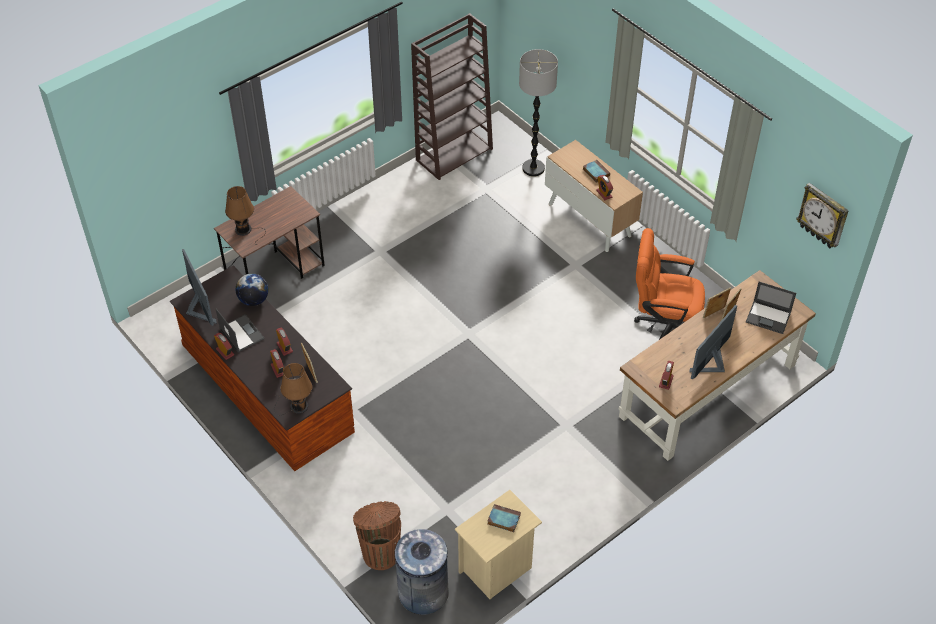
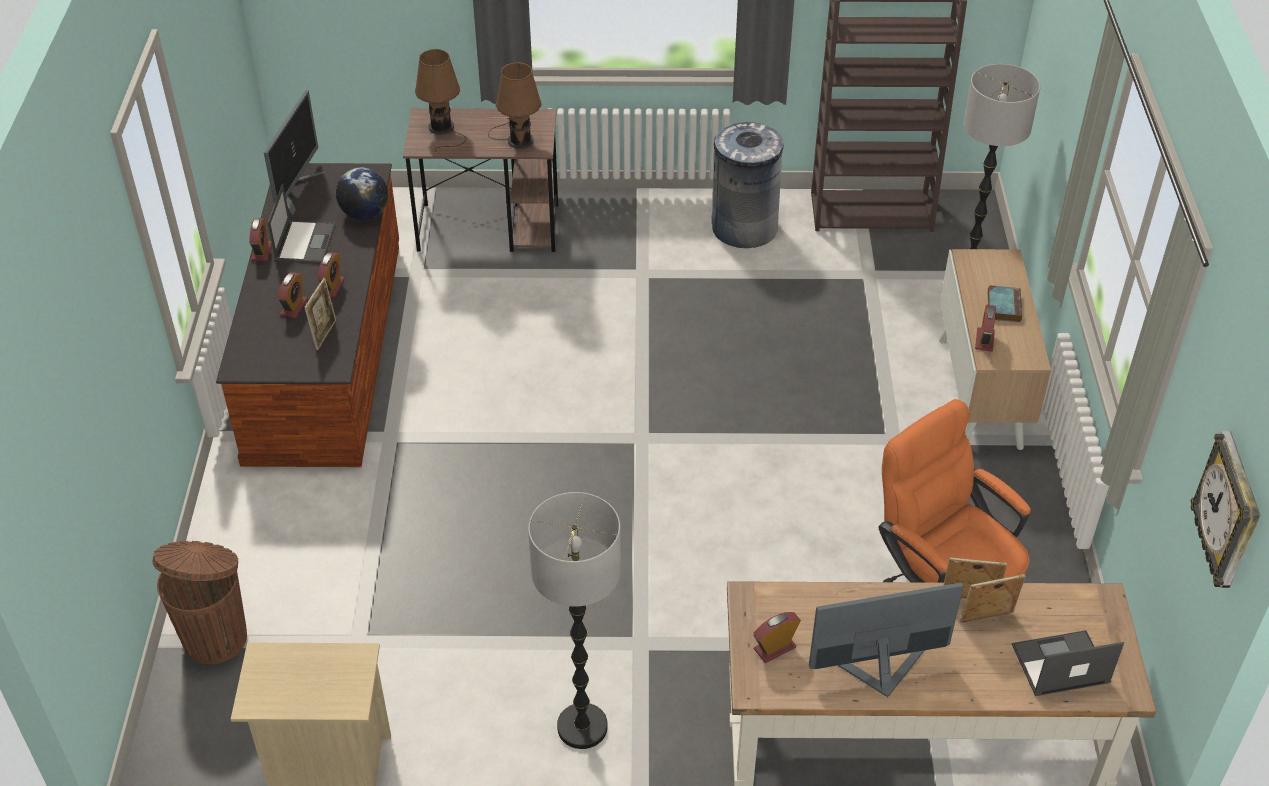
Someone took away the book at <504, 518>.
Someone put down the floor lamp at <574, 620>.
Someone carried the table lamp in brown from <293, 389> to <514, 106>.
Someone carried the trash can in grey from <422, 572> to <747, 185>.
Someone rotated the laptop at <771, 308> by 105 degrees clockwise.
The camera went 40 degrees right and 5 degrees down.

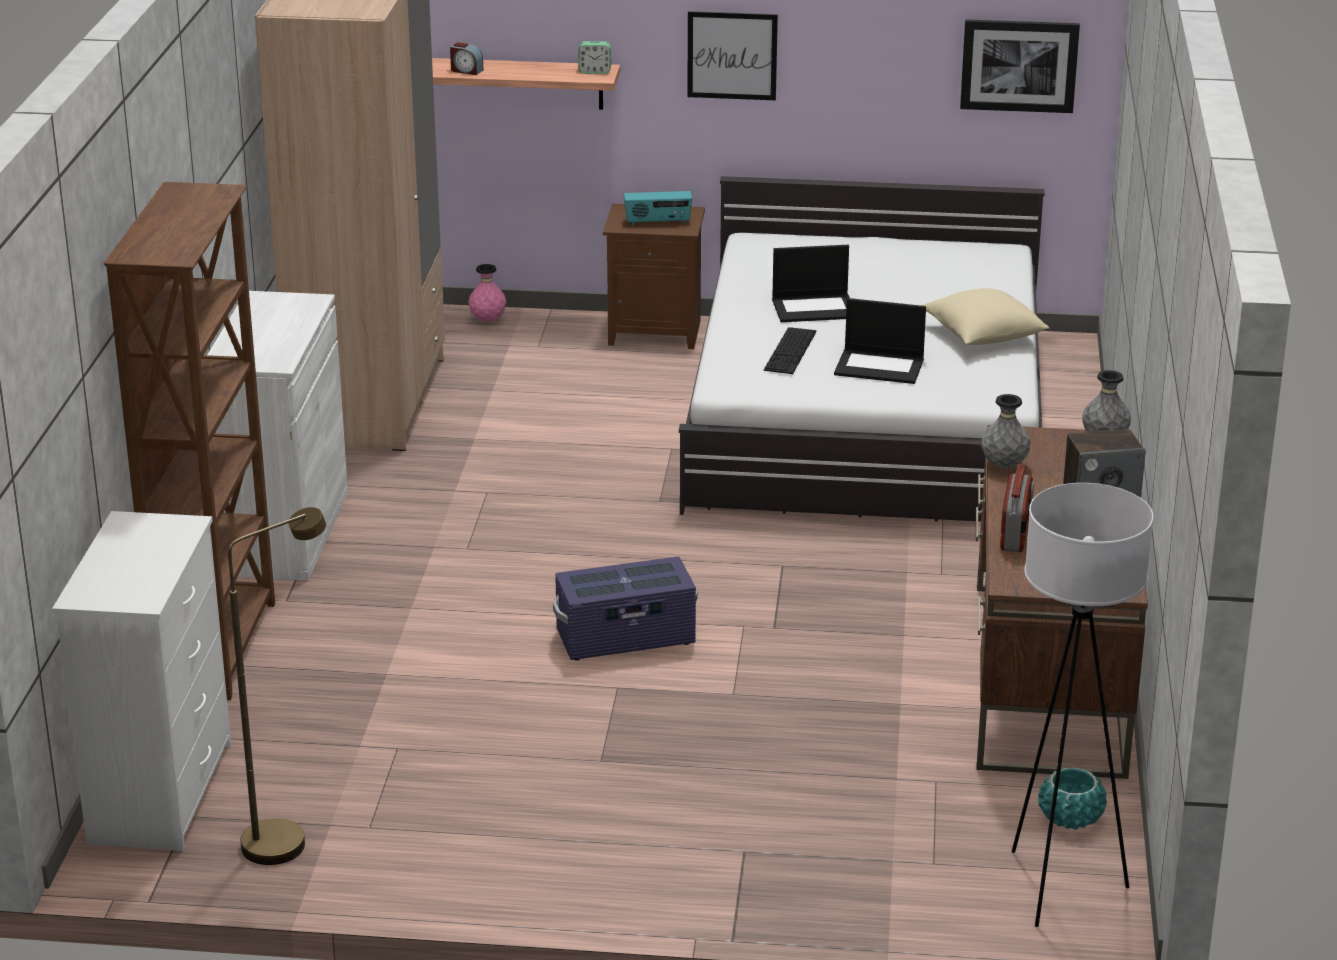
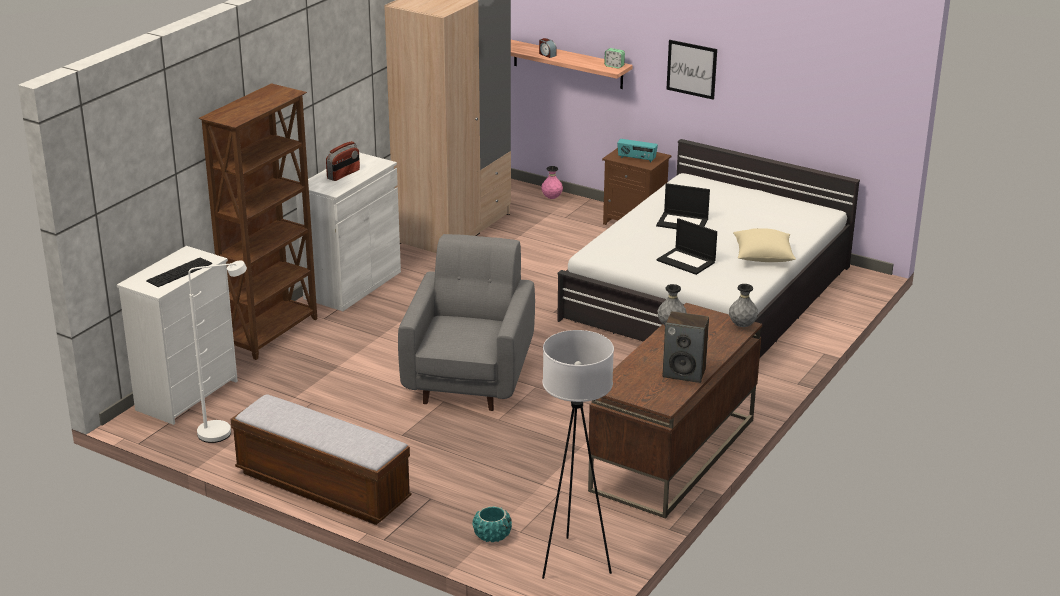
Someone took away the picture at <1020, 66>.
Someone put down the bench at <321, 459>.
Someone carried the keyboard from <790, 350> to <179, 272>.
Someone carried the radio from <1017, 508> to <343, 161>.
Someone carried the planter in turquoise from <1072, 798> to <492, 524>.
Someone swapped the storage box in purple at <625, 608> for the armchair in grey at <466, 322>.
Someone repainted the floor lamp in brown at <277, 686>, which became the floor lamp in white at <217, 351>.
The camera went 25 degrees right and 0 degrees up.

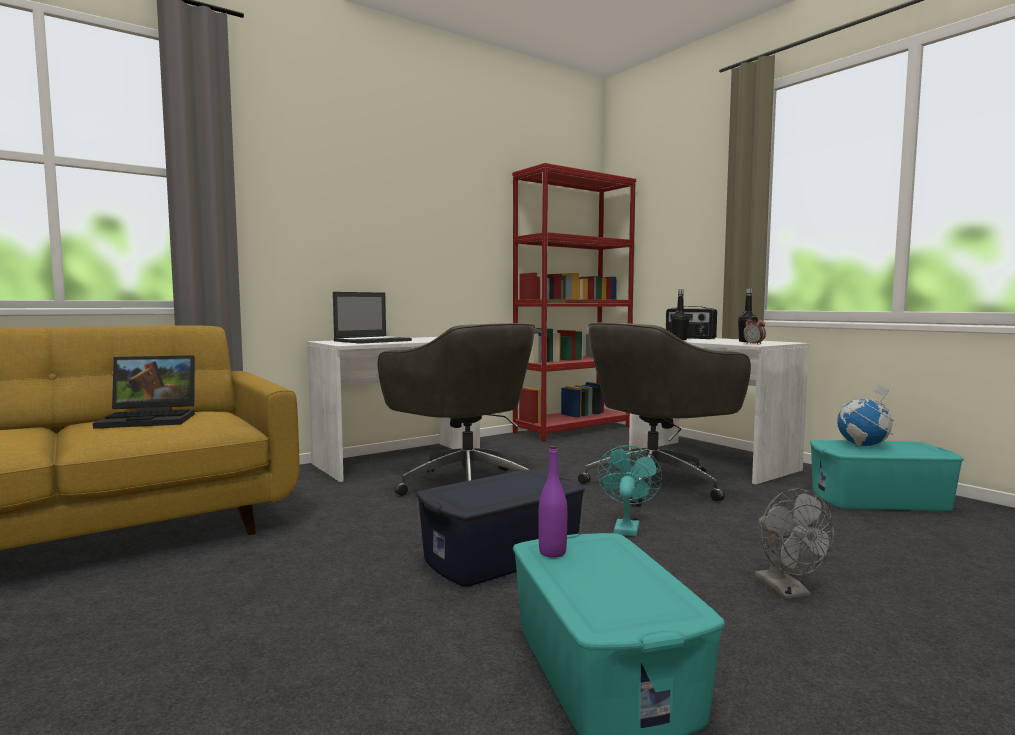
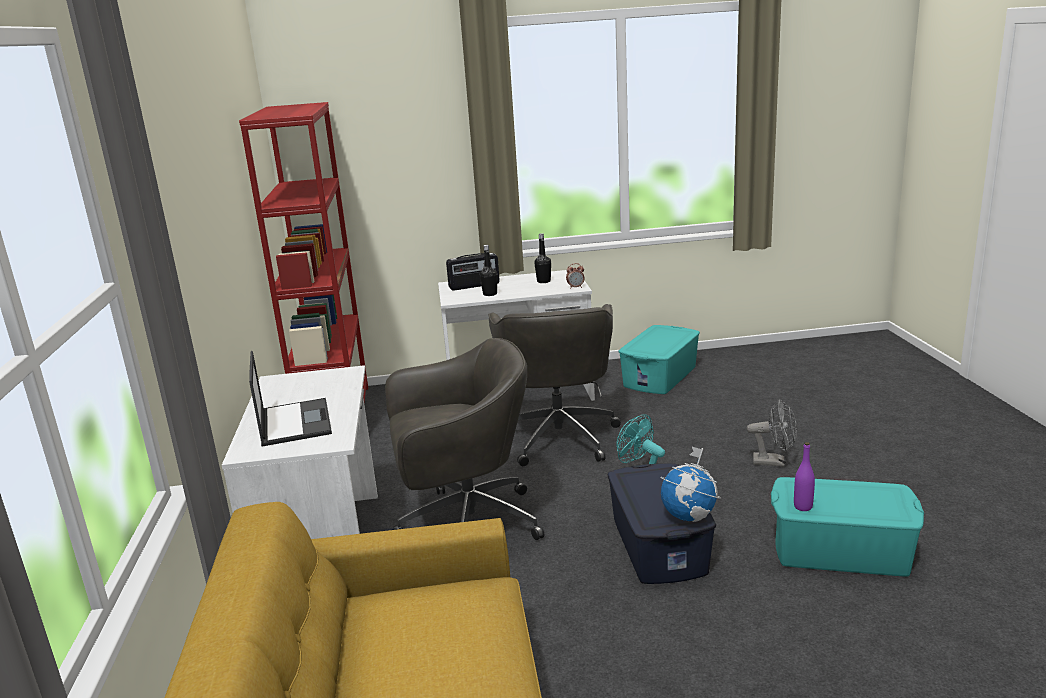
Someone took away the laptop at <144, 392>.
Someone carried the globe from <865, 415> to <690, 484>.
The camera went 60 degrees left and 15 degrees up.

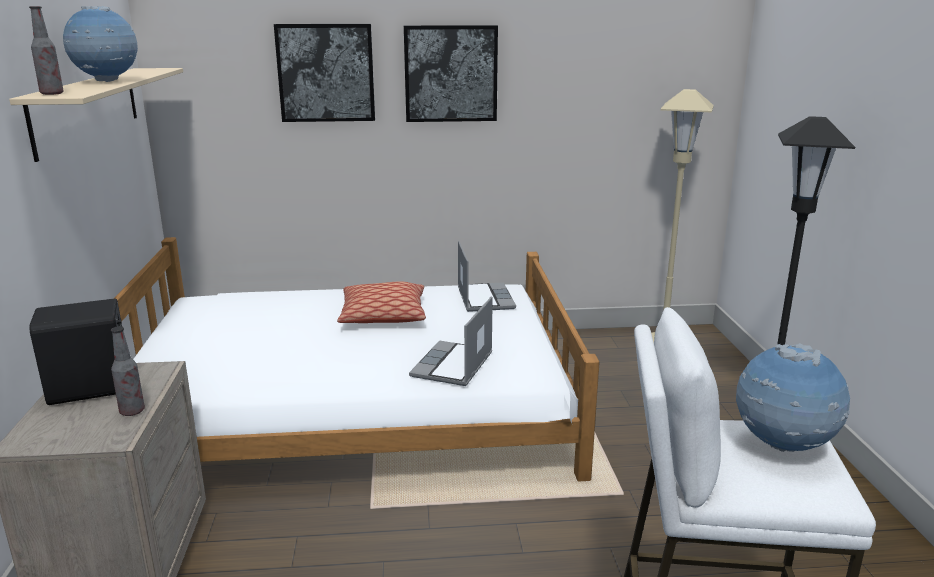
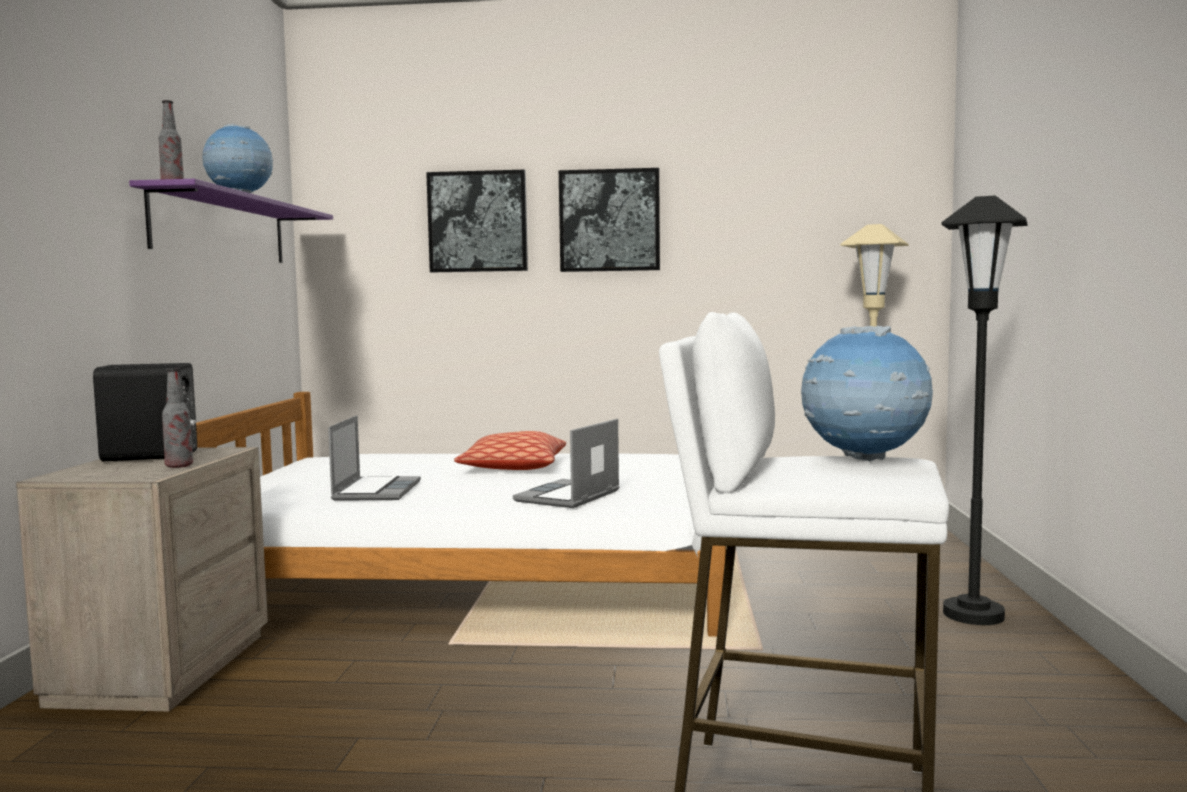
Someone carried the laptop from <487, 276> to <374, 458>.
Someone repainted the shelf in beige at <96, 115>, which became the shelf in purple at <231, 221>.
The camera went 10 degrees right and 15 degrees down.

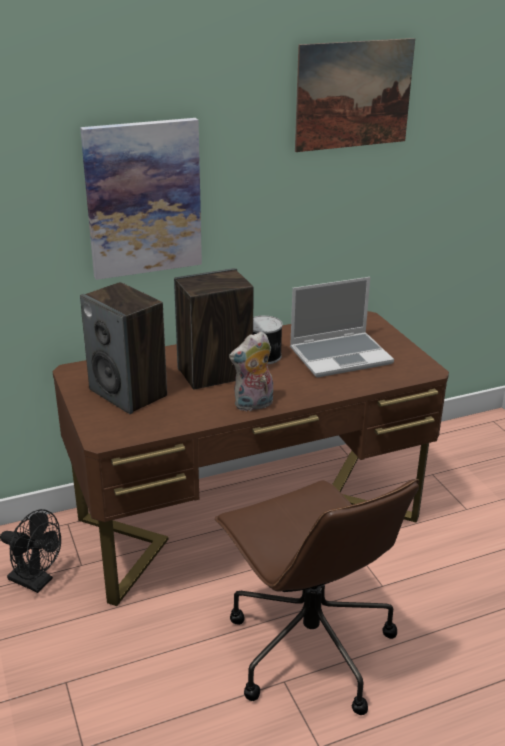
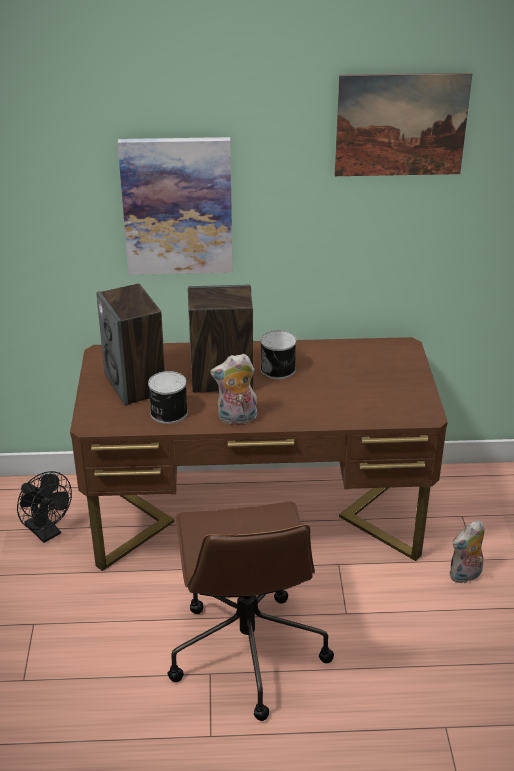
Someone took away the laptop at <342, 327>.
Someone put down the can at <168, 397>.
Someone put down the plush toy at <466, 551>.
The camera went 20 degrees right and 5 degrees up.

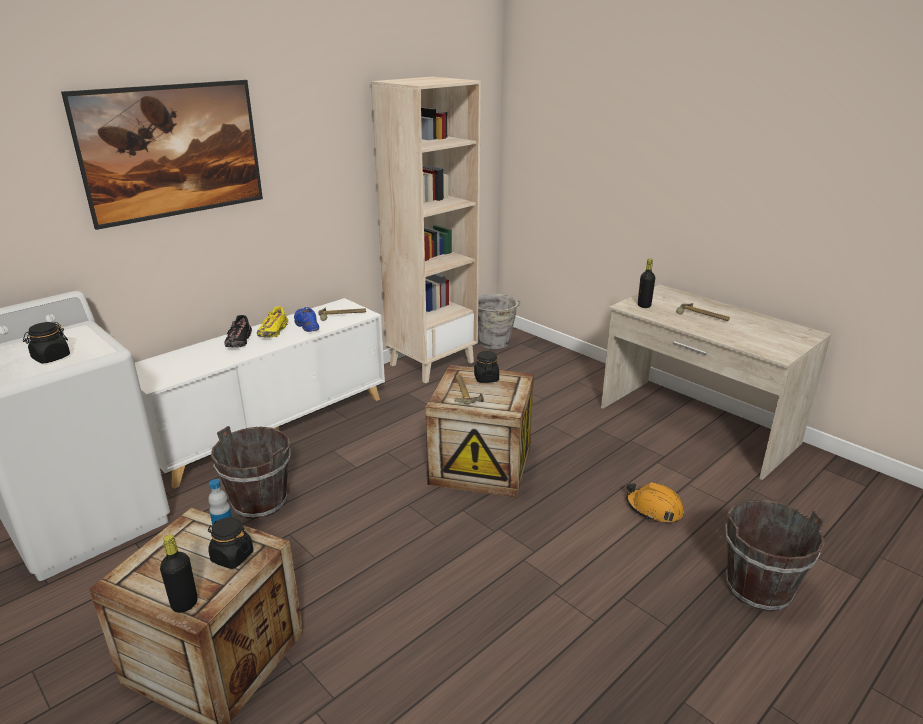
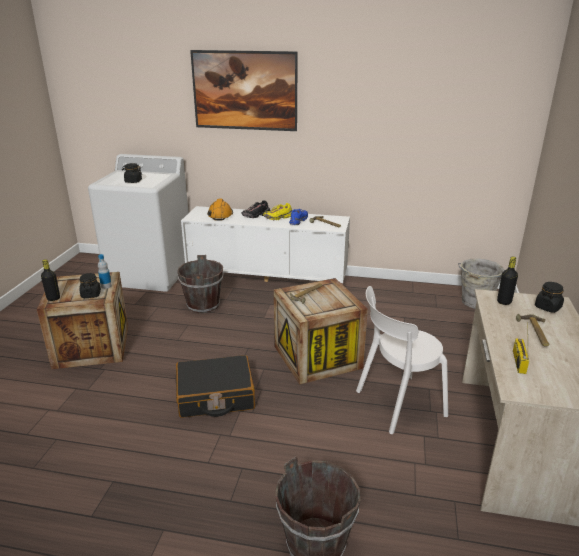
Someone took away the bookcase in beige at <426, 230>.
Someone put down the suitcase in black at <215, 386>.
Someone put down the chair in white at <402, 360>.
Someone put down the radio at <521, 348>.
Someone carried the jar in black from <486, 367> to <549, 297>.
Someone carried the hard hat in orange from <655, 502> to <220, 210>.
The camera went 55 degrees right and 0 degrees up.

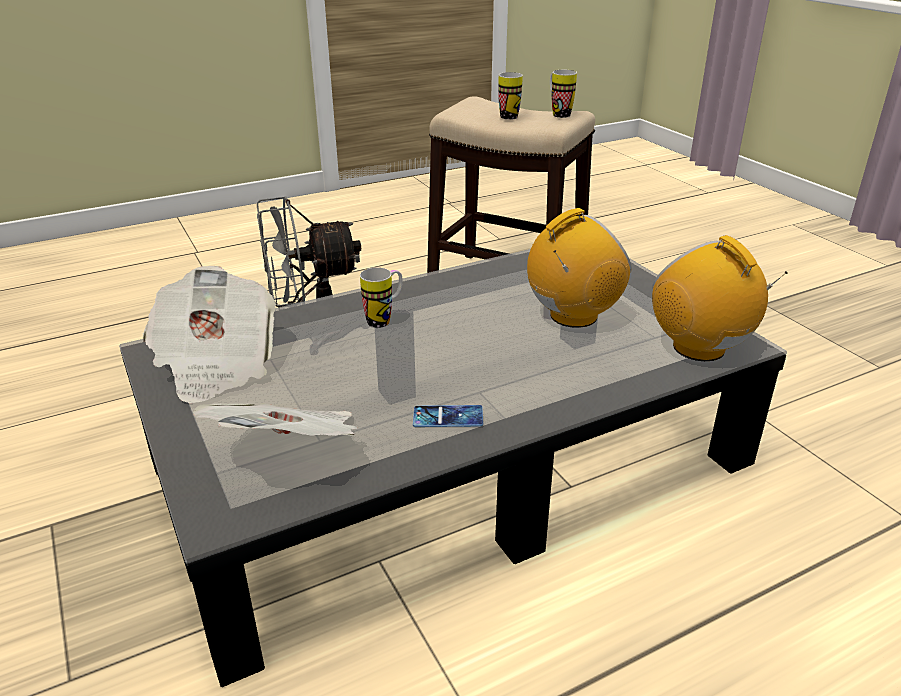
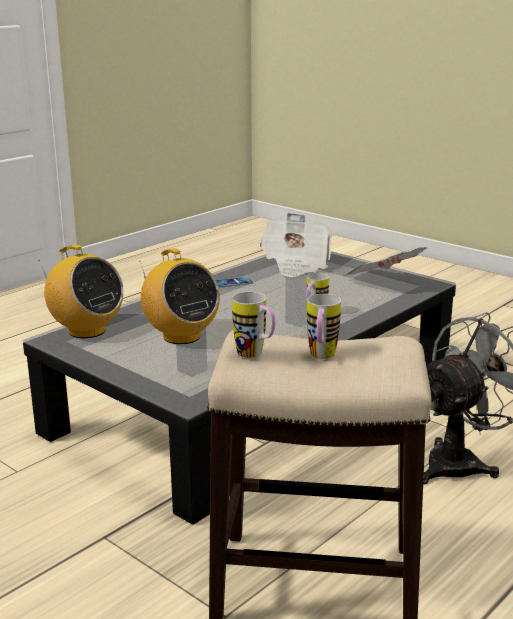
Someone rotated the radio at <579, 268> by 75 degrees counterclockwise.
The camera went 160 degrees right and 10 degrees down.

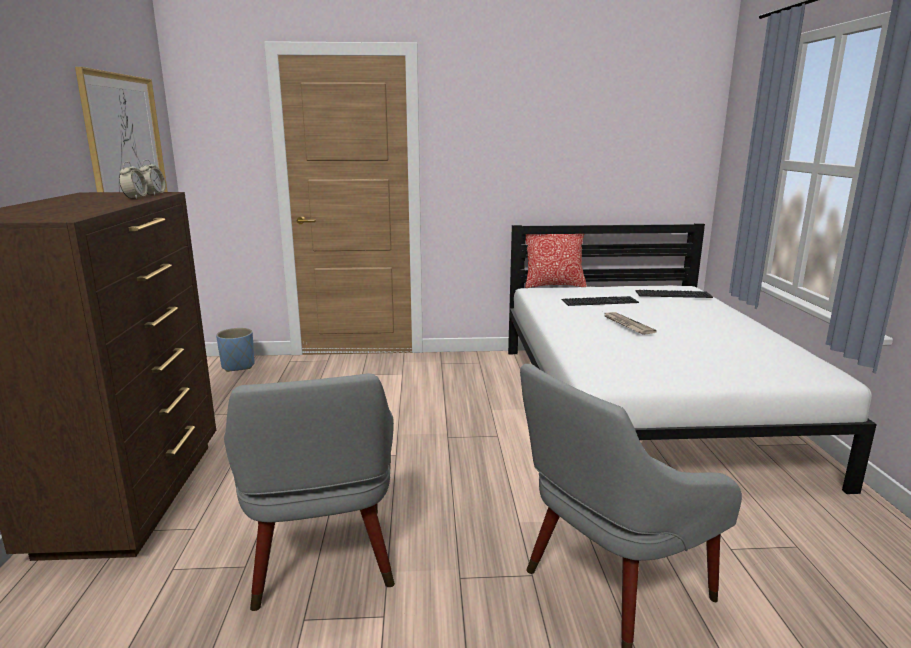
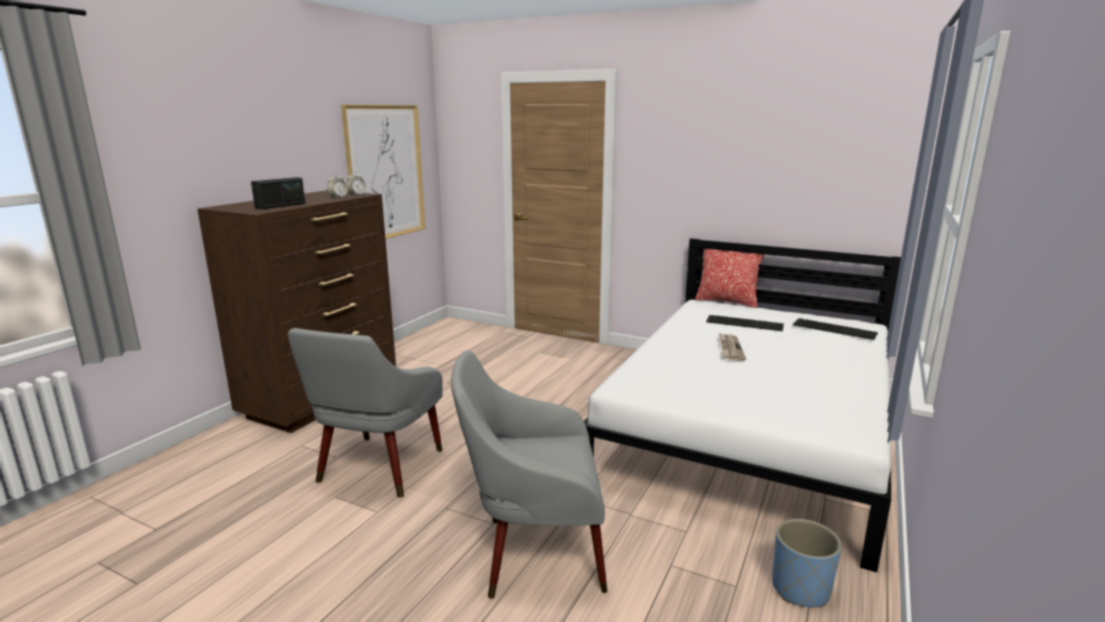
Someone put down the radio at <278, 193>.
Someone carried the planter in blue from <235, 350> to <807, 563>.
The camera went 30 degrees right and 0 degrees up.

